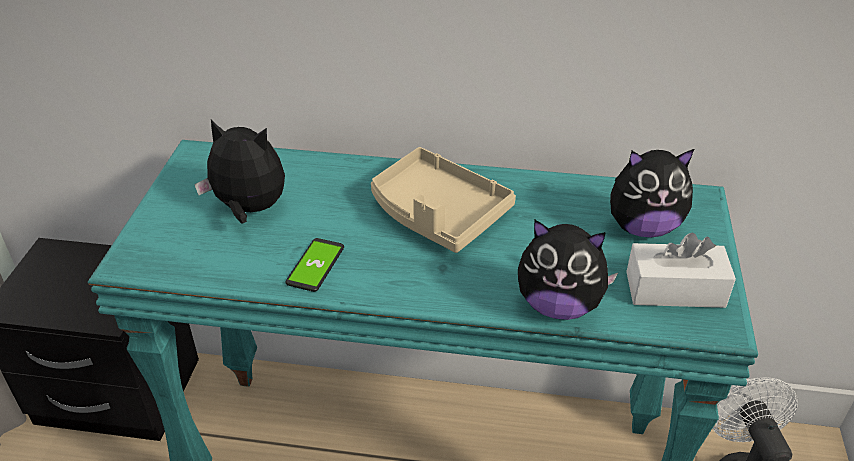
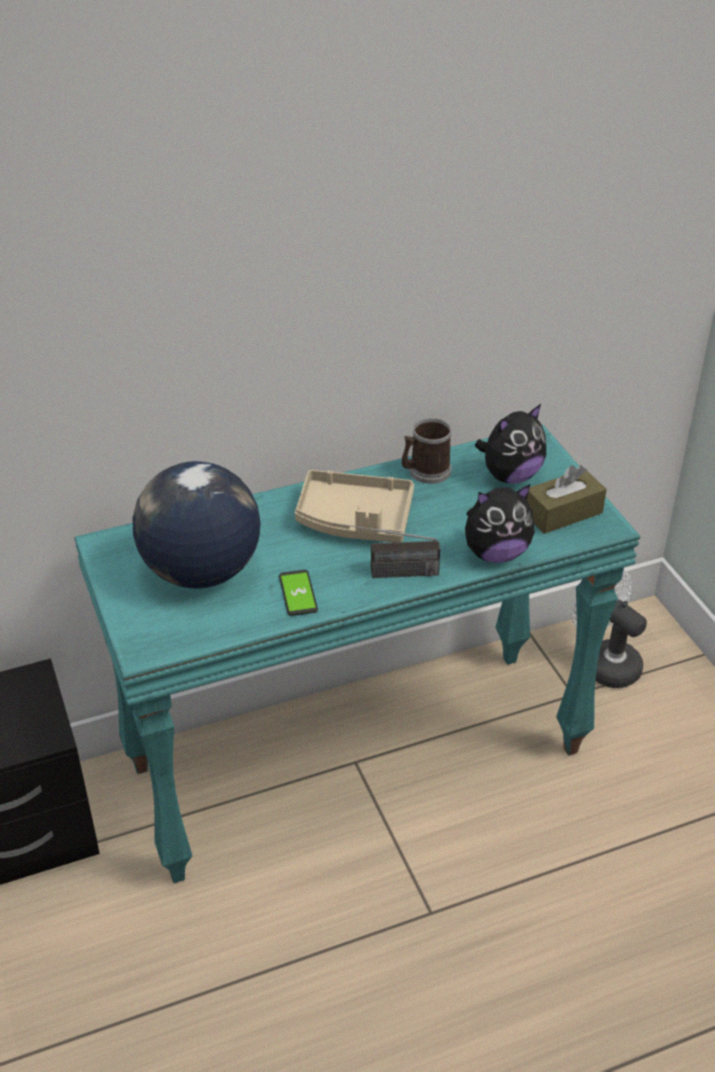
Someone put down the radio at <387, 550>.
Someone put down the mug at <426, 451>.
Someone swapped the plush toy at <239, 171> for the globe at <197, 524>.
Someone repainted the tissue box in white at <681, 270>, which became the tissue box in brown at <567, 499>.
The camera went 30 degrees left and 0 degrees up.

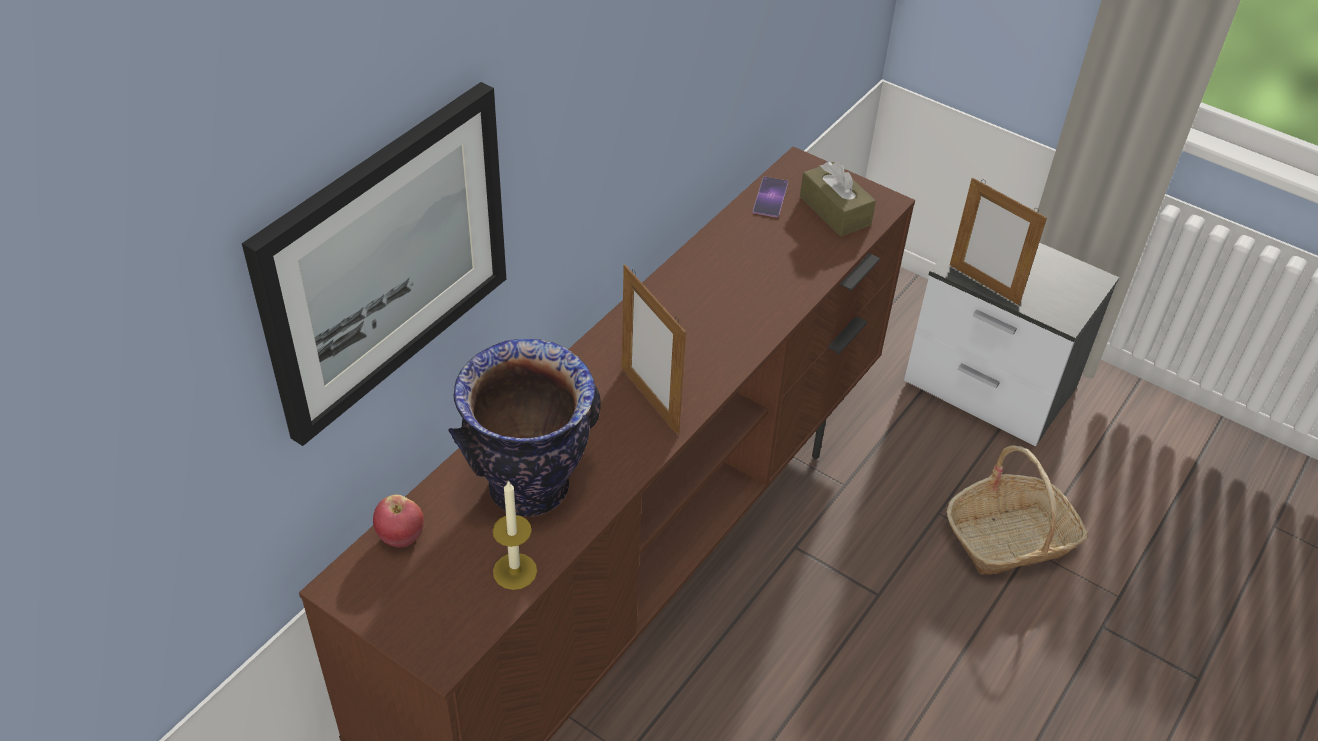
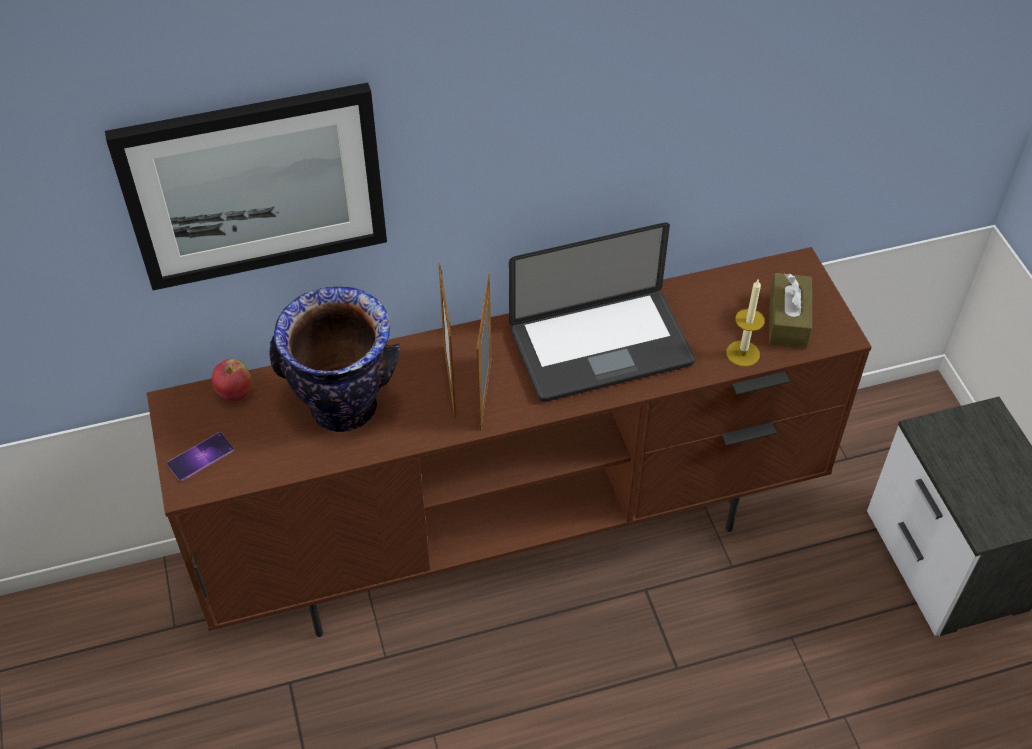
Someone took away the basket at <1017, 510>.
Someone put down the laptop at <602, 312>.
Someone carried the candle from <515, 535> to <745, 323>.
Someone carried the phone from <770, 197> to <200, 456>.
Someone carried the picture frame from <998, 241> to <447, 340>.
The camera went 40 degrees right and 5 degrees up.

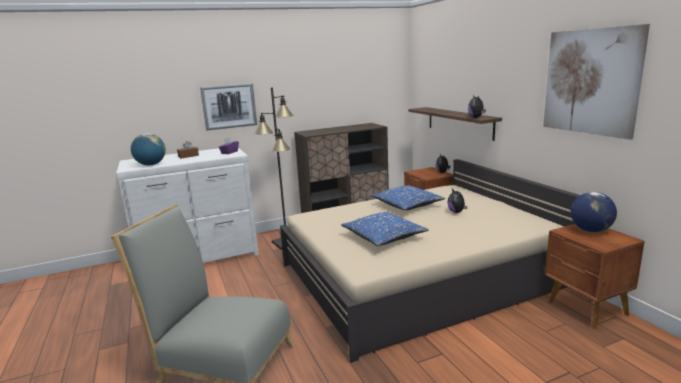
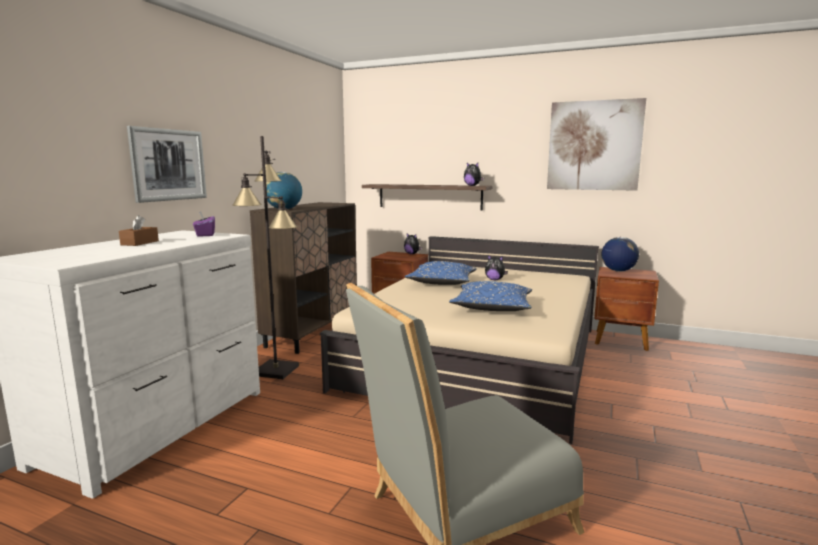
Someone carried the globe from <148, 149> to <284, 190>.
The camera went 45 degrees left and 5 degrees down.

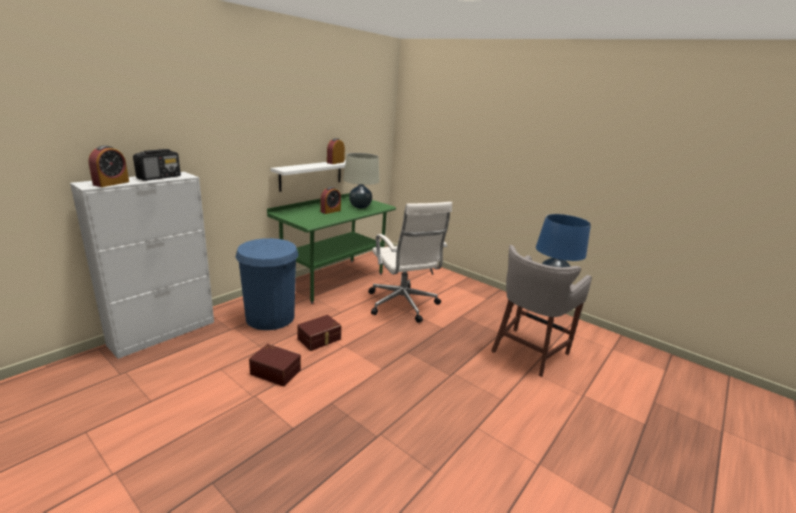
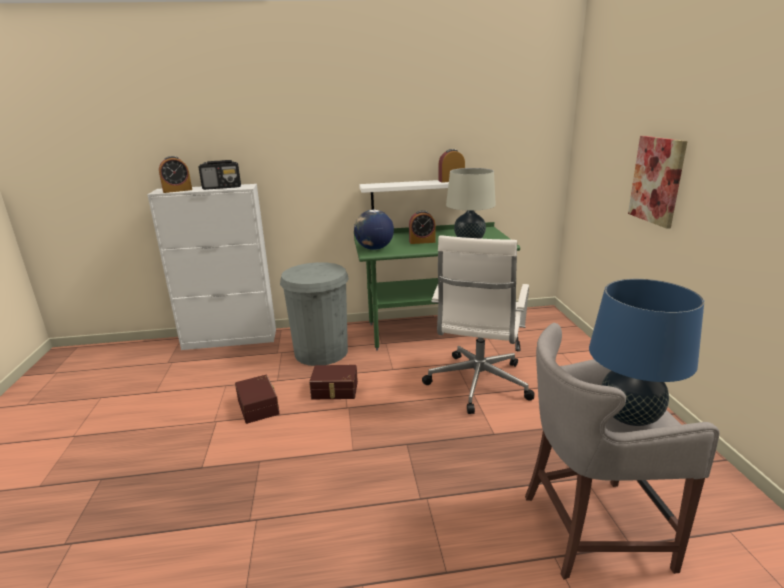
Someone put down the globe at <374, 230>.
Someone put up the picture at <657, 182>.
Someone repainted the trash can in blue at <267, 284>, which became the trash can in grey at <314, 314>.
The camera went 45 degrees right and 0 degrees up.

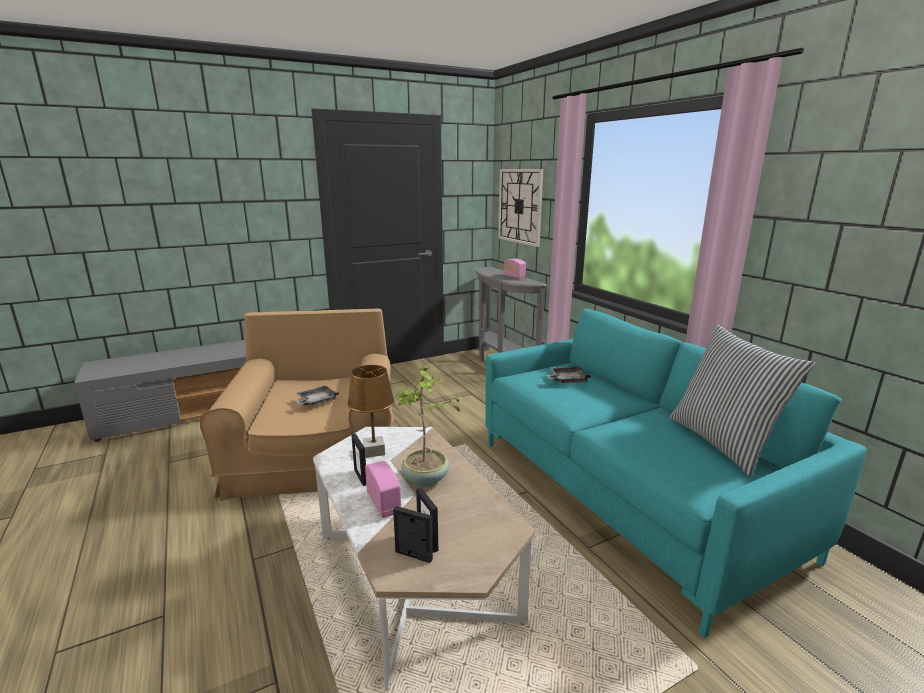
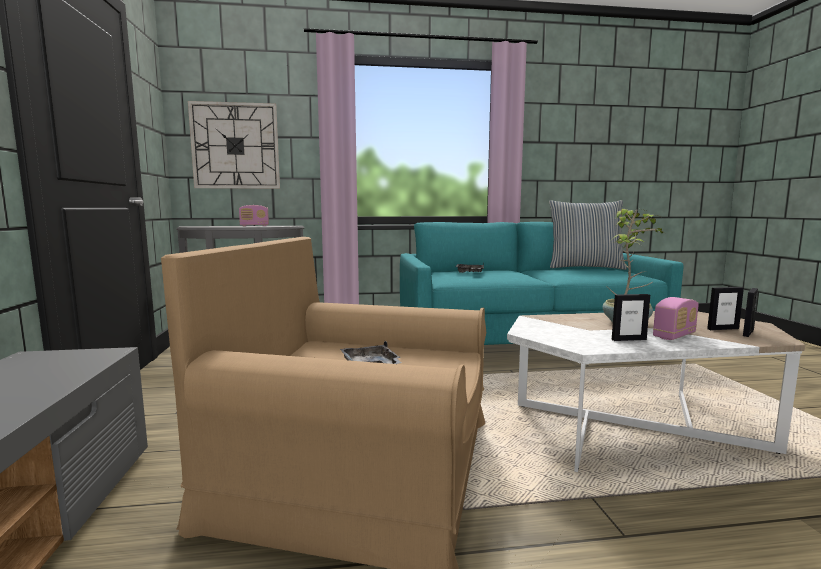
Someone took away the table lamp in brown at <371, 411>.
Someone rotated the radio at <383, 489> by 150 degrees clockwise.
The camera went 70 degrees left and 10 degrees down.

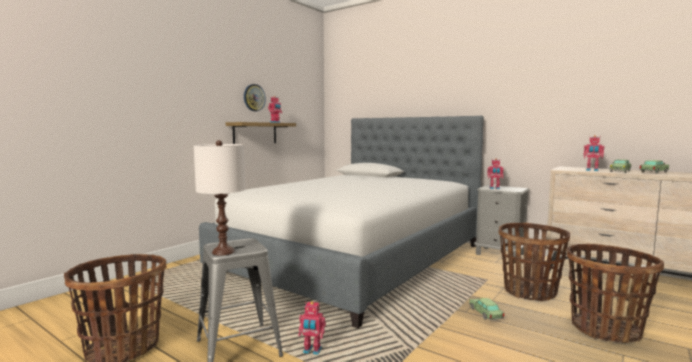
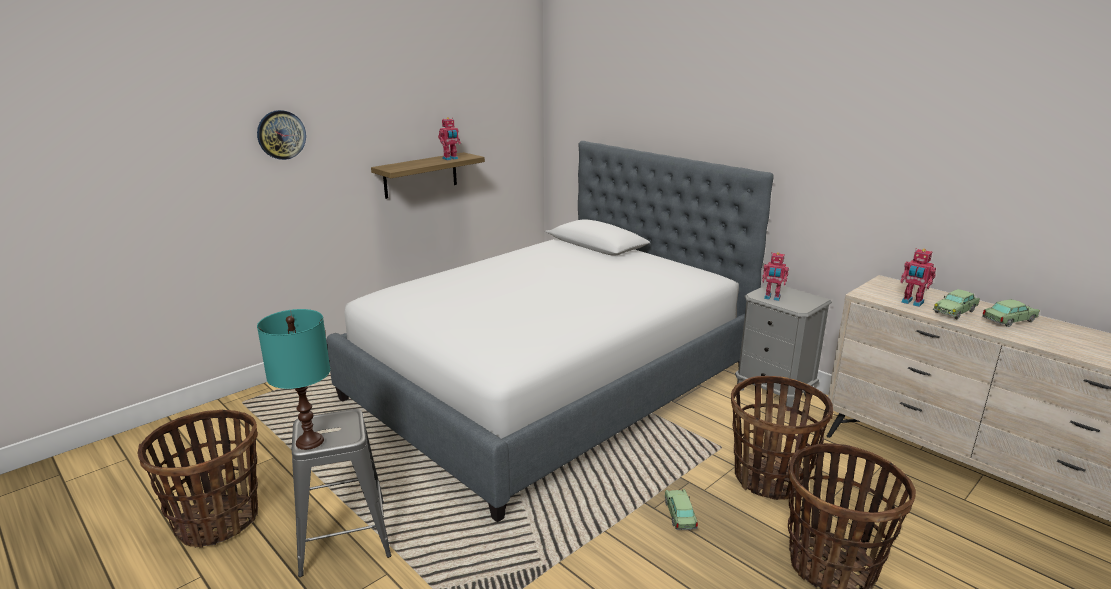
Someone took away the toy robot at <312, 328>.
Someone carried the wall clock from <255, 97> to <281, 135>.
Someone repainted the table lamp in white at <219, 197>, which became the table lamp in turquoise at <293, 379>.
The camera went 10 degrees right and 15 degrees up.

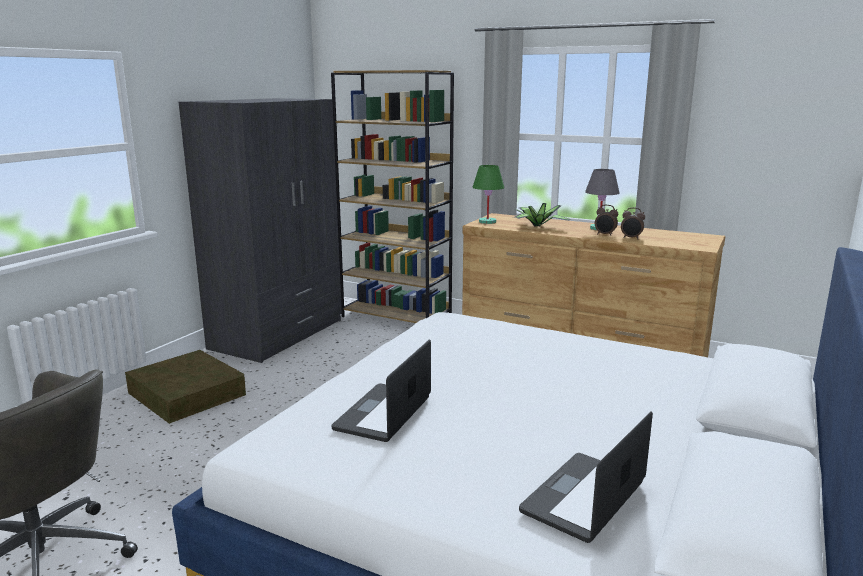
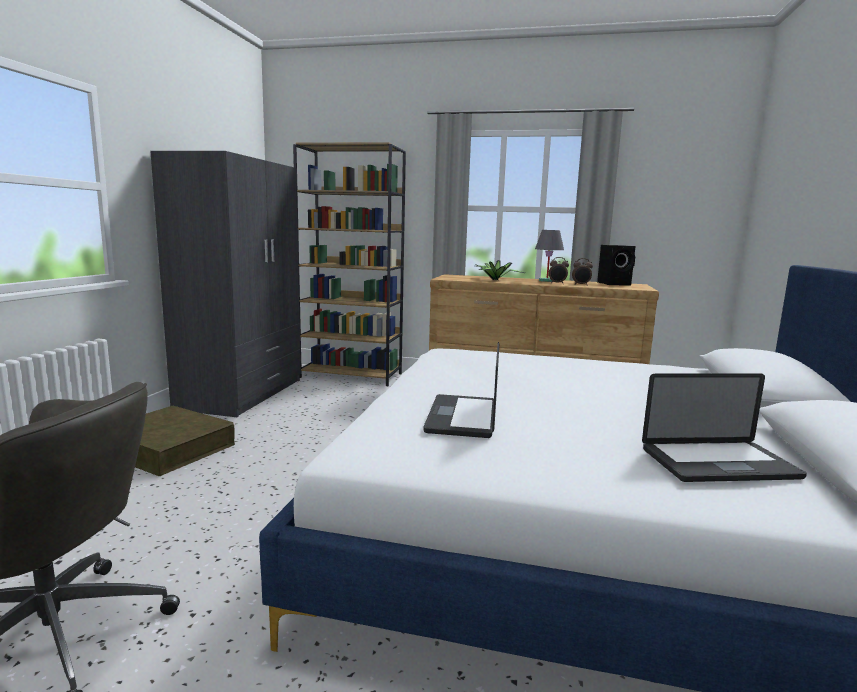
Someone took away the table lamp in green at <488, 194>.
Someone put down the speaker in black at <616, 265>.
Someone rotated the laptop at <586, 477> by 120 degrees counterclockwise.
The camera went 15 degrees left and 5 degrees down.

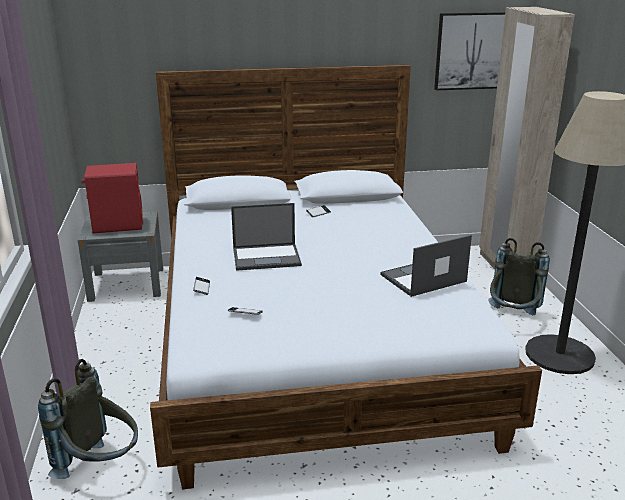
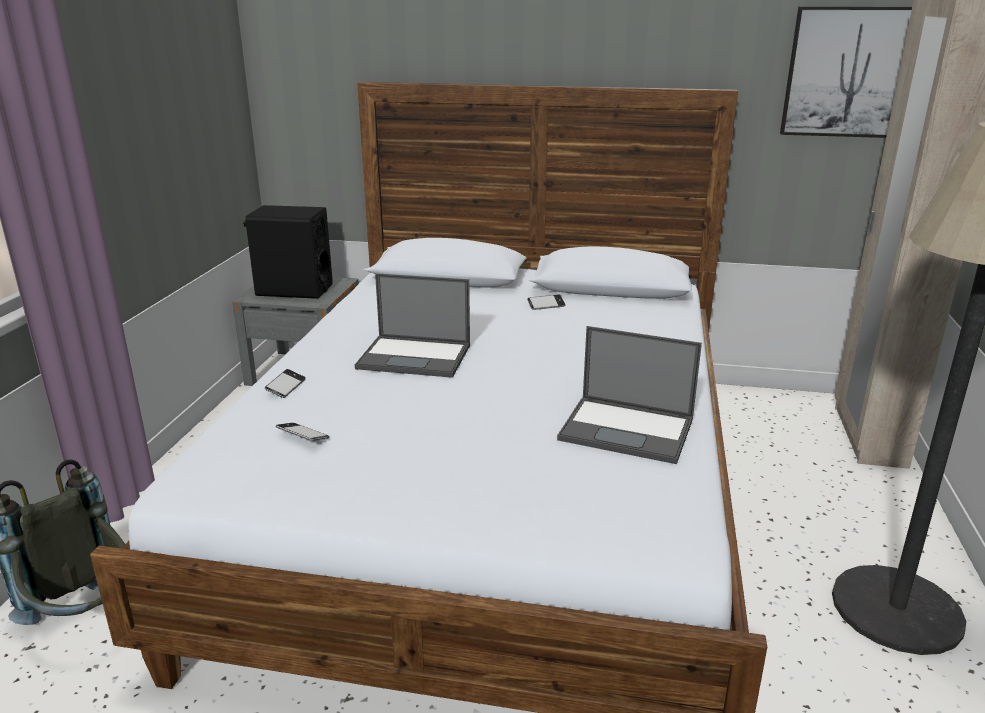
Someone took away the backpack in grey at <519, 276>.
Someone repainted the speaker in red at <112, 198>, which became the speaker in black at <288, 252>.
Someone rotated the laptop at <426, 266> by 150 degrees counterclockwise.
The camera went 20 degrees right and 0 degrees up.

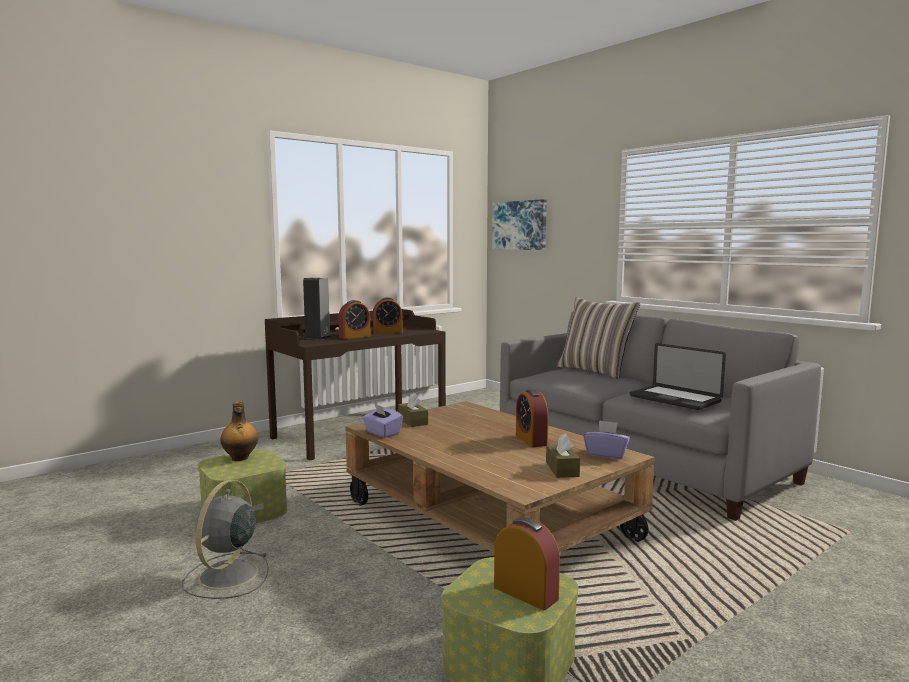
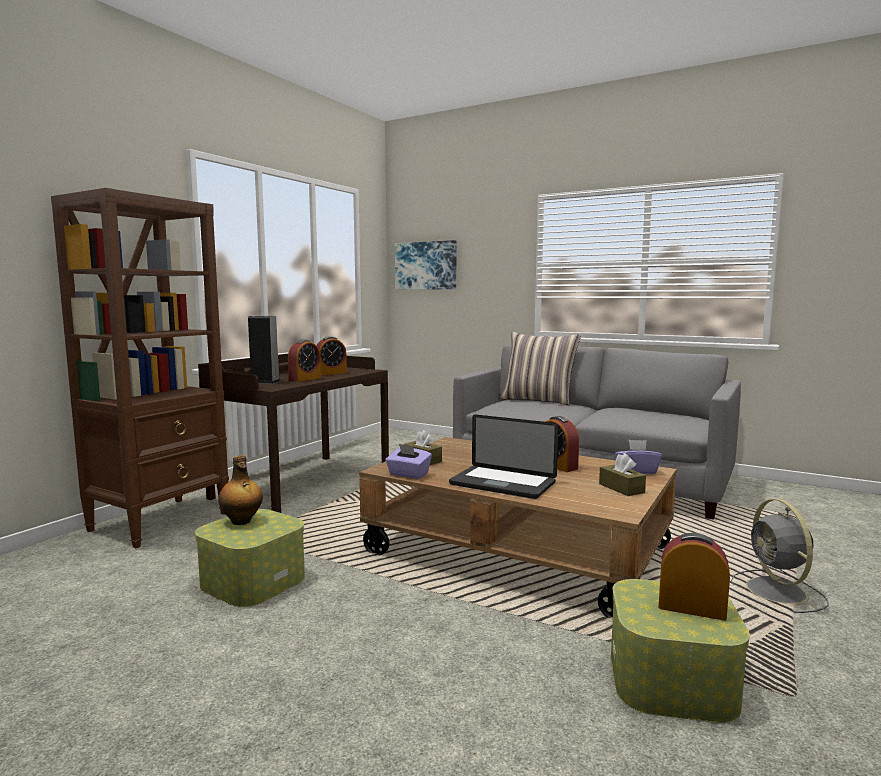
Someone put down the bookcase in brown at <140, 368>.
Someone carried the fan in grey from <225, 539> to <780, 556>.
Someone carried the laptop from <678, 376> to <503, 457>.
The camera went 20 degrees left and 0 degrees up.

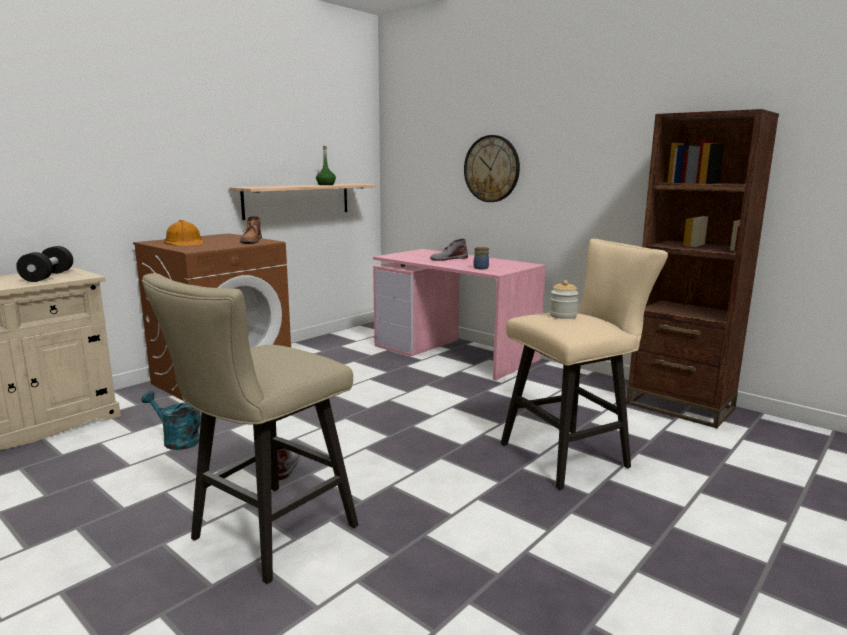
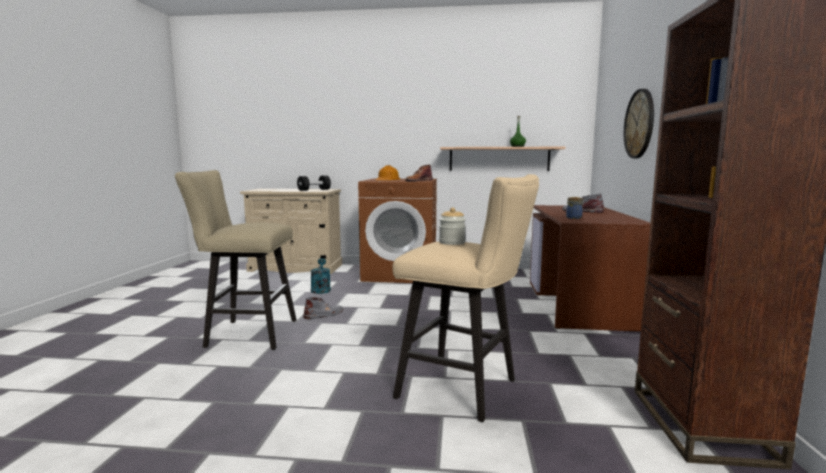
Someone repainted the desk in pink at <459, 314>, which became the desk in brown at <590, 268>.
The camera went 55 degrees right and 5 degrees down.

